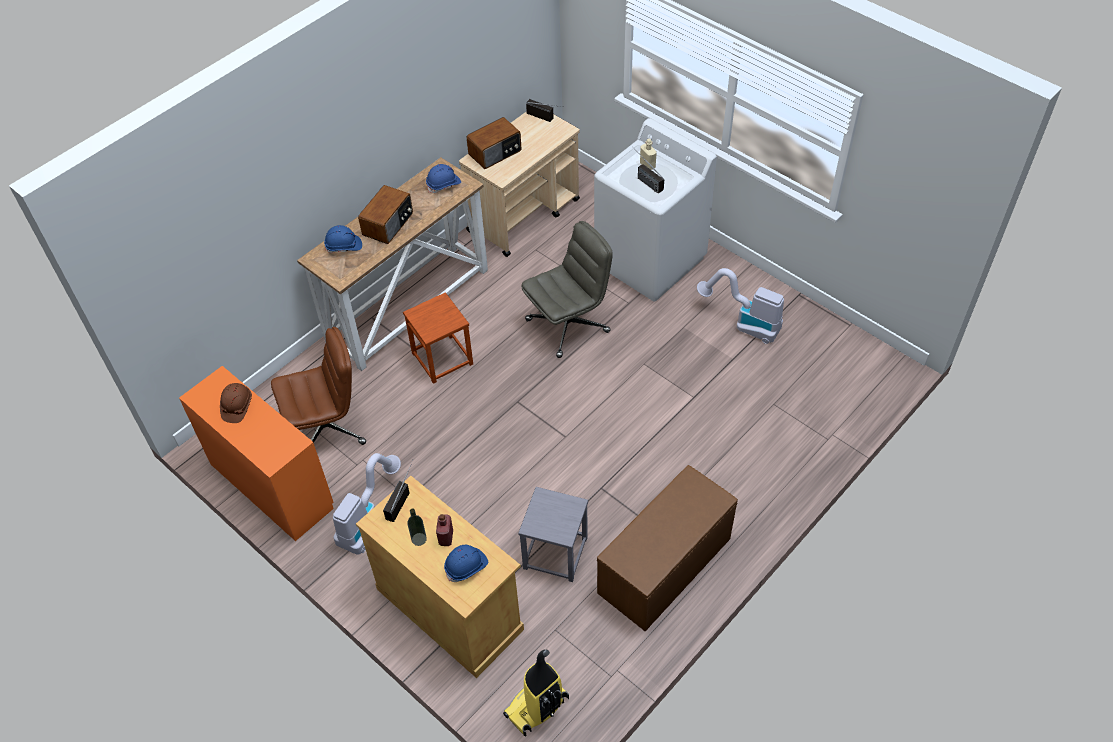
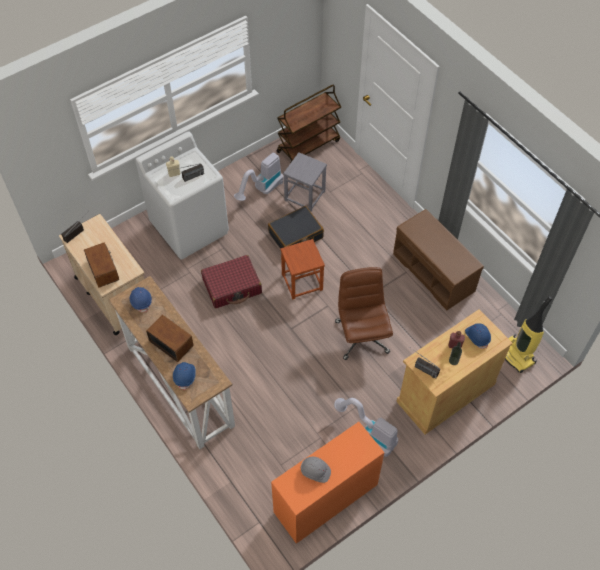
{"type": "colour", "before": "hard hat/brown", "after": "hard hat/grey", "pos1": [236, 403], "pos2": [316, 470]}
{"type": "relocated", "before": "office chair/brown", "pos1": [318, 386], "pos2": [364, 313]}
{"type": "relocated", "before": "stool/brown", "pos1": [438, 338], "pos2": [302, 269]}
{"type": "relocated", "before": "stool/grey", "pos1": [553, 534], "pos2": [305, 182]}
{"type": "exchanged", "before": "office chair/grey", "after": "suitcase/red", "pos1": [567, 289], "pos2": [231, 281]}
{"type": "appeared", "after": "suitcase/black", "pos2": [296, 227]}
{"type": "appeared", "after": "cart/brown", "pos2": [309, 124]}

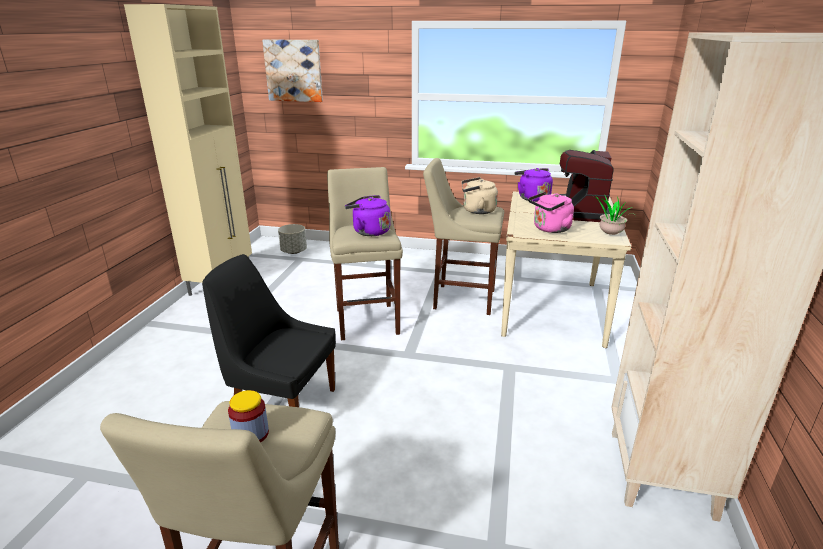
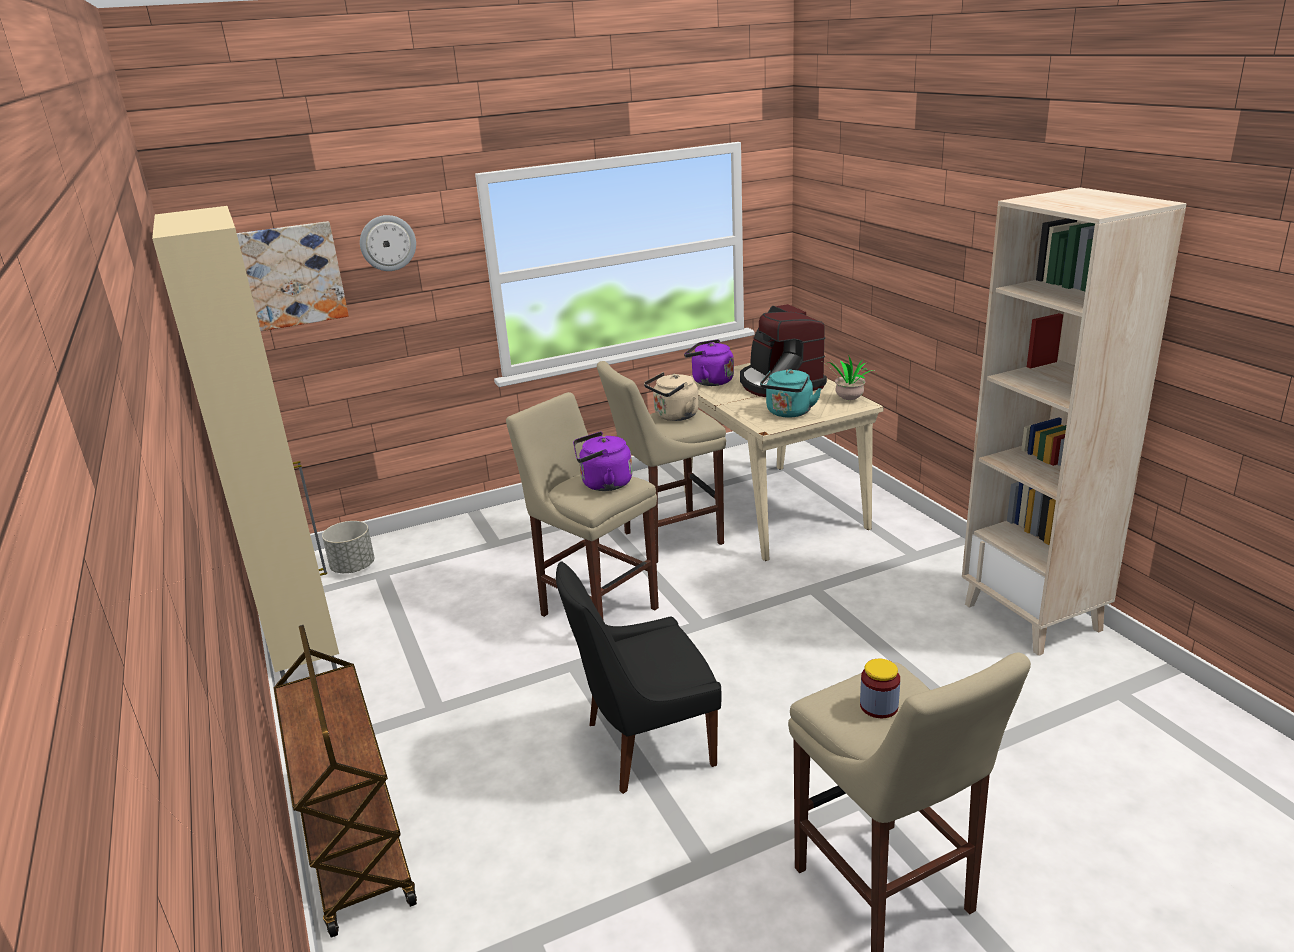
{"type": "colour", "before": "kettle/pink", "after": "kettle/turquoise", "pos1": [551, 212], "pos2": [790, 393]}
{"type": "appeared", "after": "cart/brown", "pos2": [345, 781]}
{"type": "appeared", "after": "wall clock", "pos2": [388, 243]}

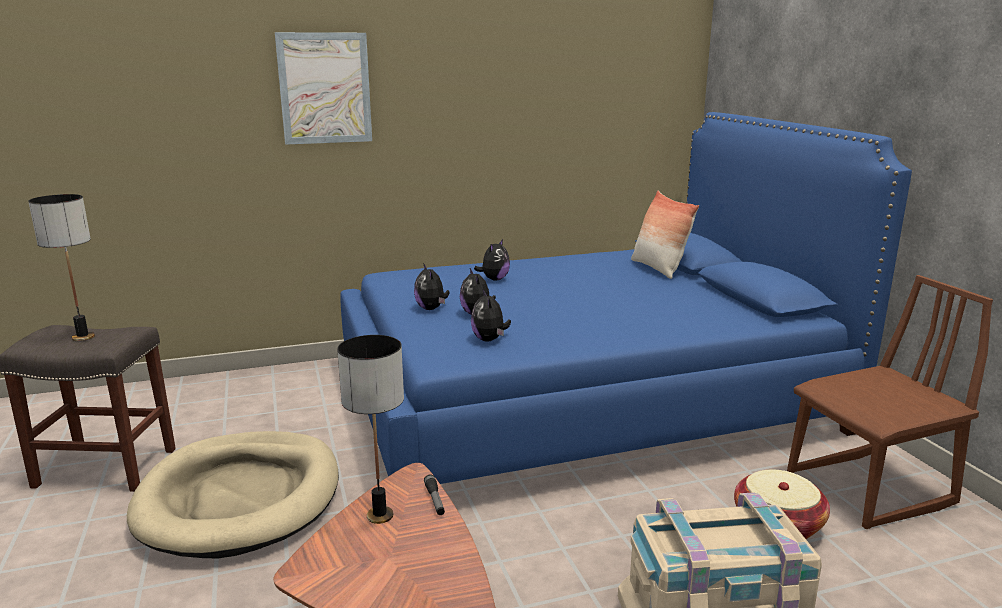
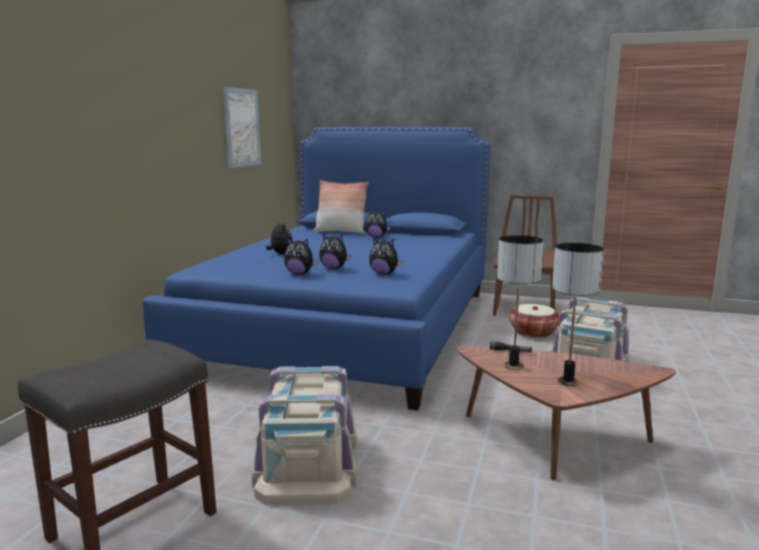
{"type": "relocated", "before": "table lamp", "pos1": [61, 267], "pos2": [578, 314]}
{"type": "exchanged", "before": "dog bed/beige", "after": "storage box/beige", "pos1": [233, 494], "pos2": [304, 435]}
{"type": "relocated", "before": "picture", "pos1": [323, 88], "pos2": [242, 127]}
{"type": "appeared", "after": "plush toy", "pos2": [378, 224]}

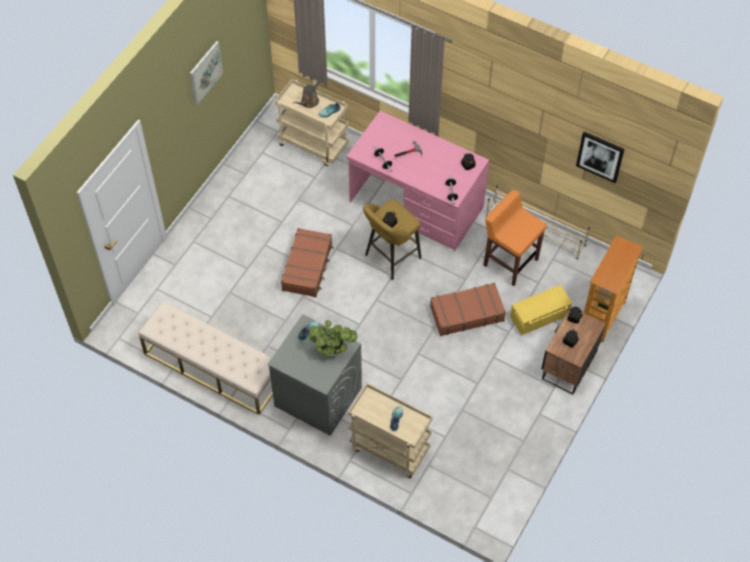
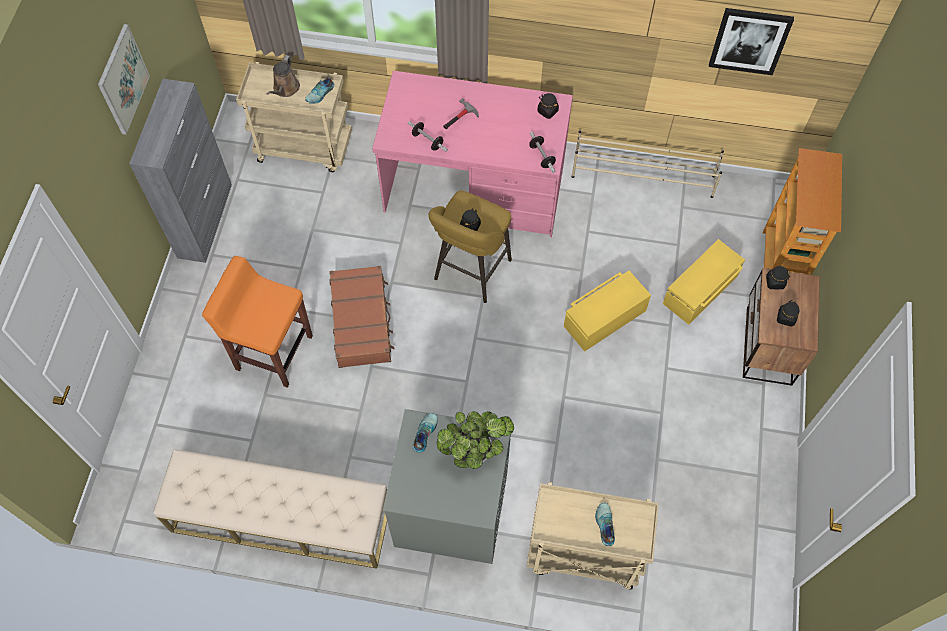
{"type": "exchanged", "before": "suitcase/brown", "after": "storage box/yellow", "pos1": [468, 309], "pos2": [607, 311]}
{"type": "relocated", "before": "stool/orange", "pos1": [514, 238], "pos2": [257, 322]}
{"type": "appeared", "after": "cabinet/grey", "pos2": [180, 171]}

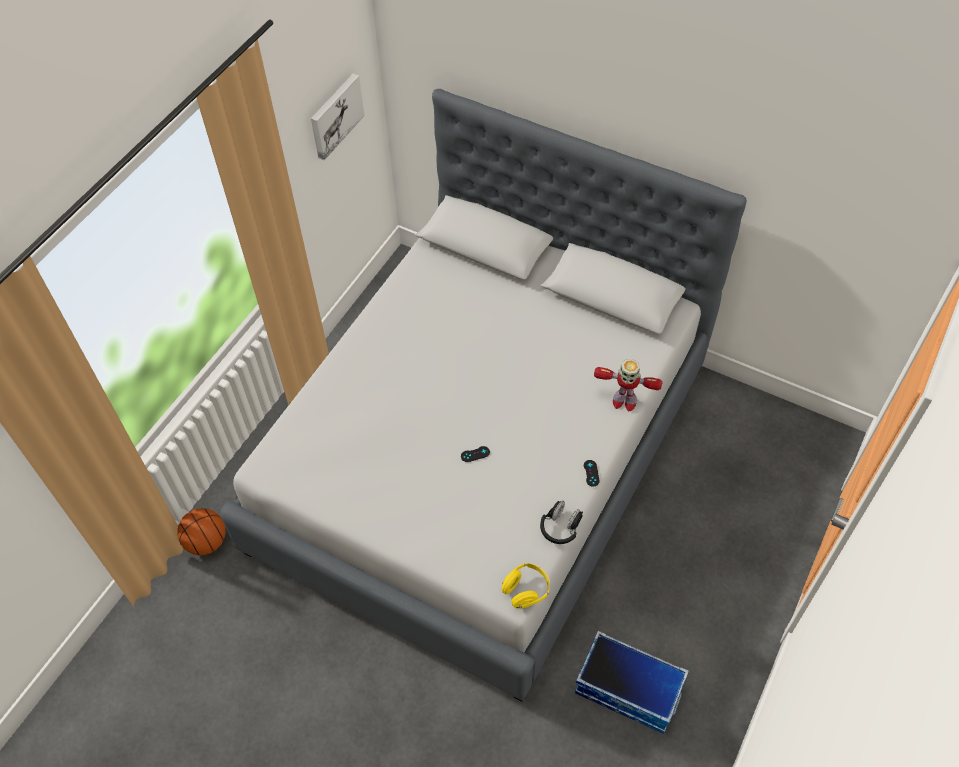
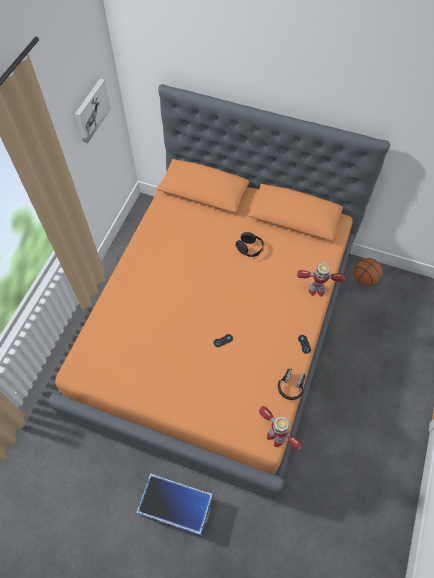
{"type": "relocated", "before": "basketball", "pos1": [201, 531], "pos2": [368, 272]}
{"type": "colour", "before": "bed/grey", "after": "bed/orange", "pos1": [483, 395], "pos2": [219, 292]}
{"type": "exchanged", "before": "headphones/yellow", "after": "toy robot", "pos1": [525, 586], "pos2": [280, 428]}
{"type": "relocated", "before": "storage box", "pos1": [632, 682], "pos2": [174, 504]}
{"type": "appeared", "after": "headphones/black", "pos2": [249, 244]}

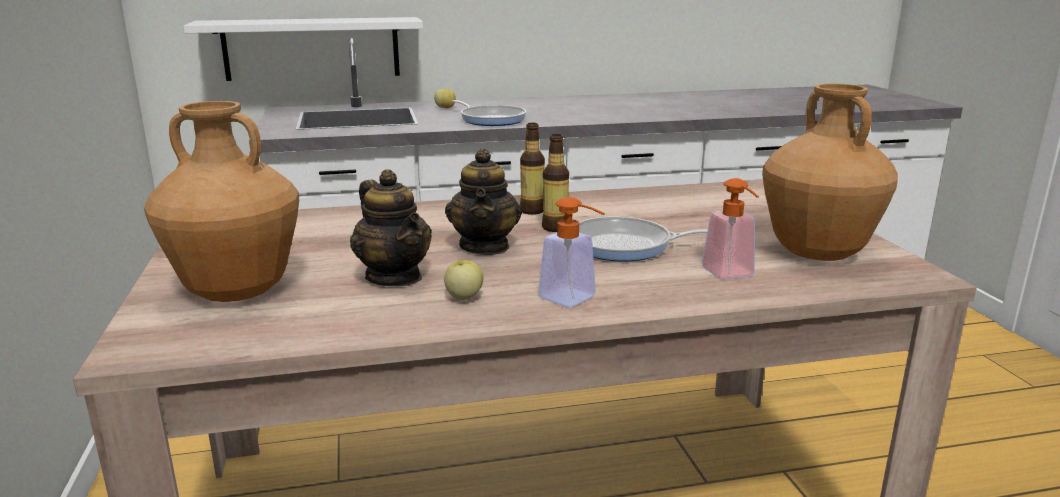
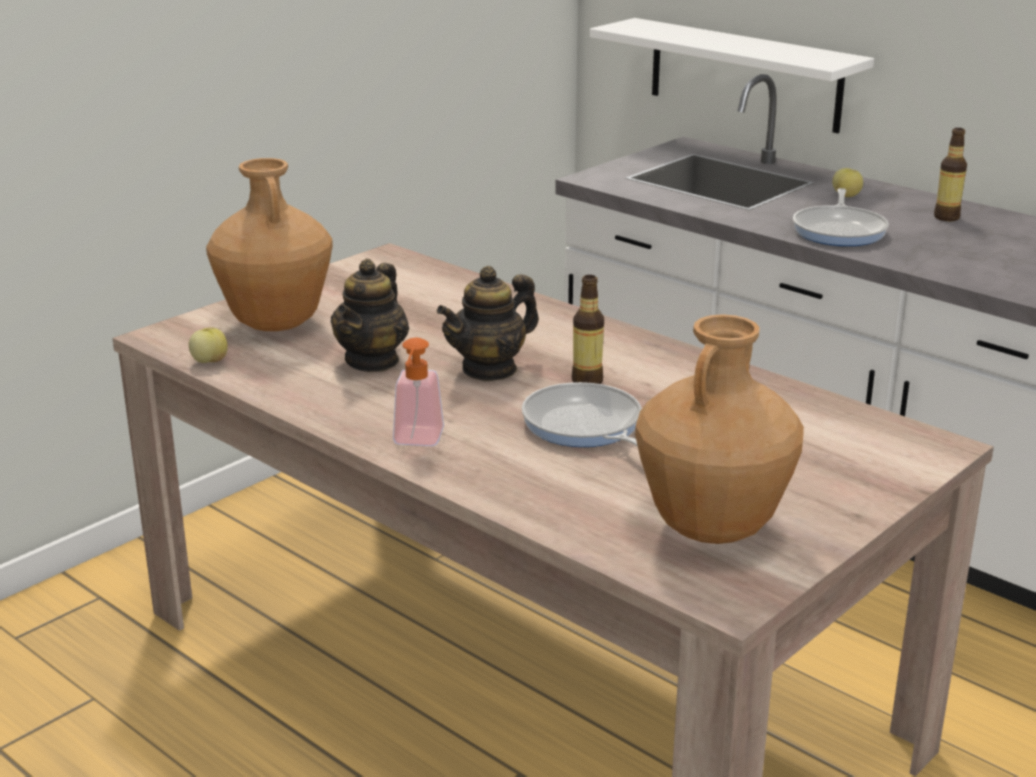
{"type": "relocated", "before": "apple", "pos1": [463, 280], "pos2": [208, 345]}
{"type": "relocated", "before": "bottle", "pos1": [532, 169], "pos2": [950, 174]}
{"type": "missing", "before": "soap dispenser", "pos1": [730, 228]}

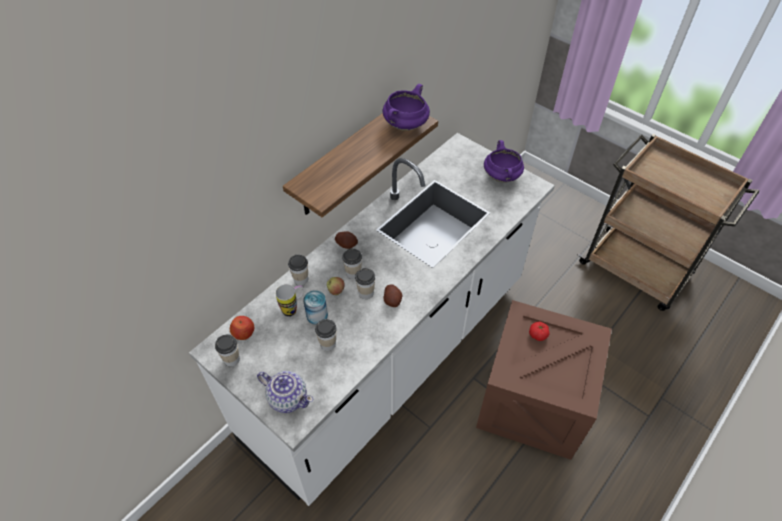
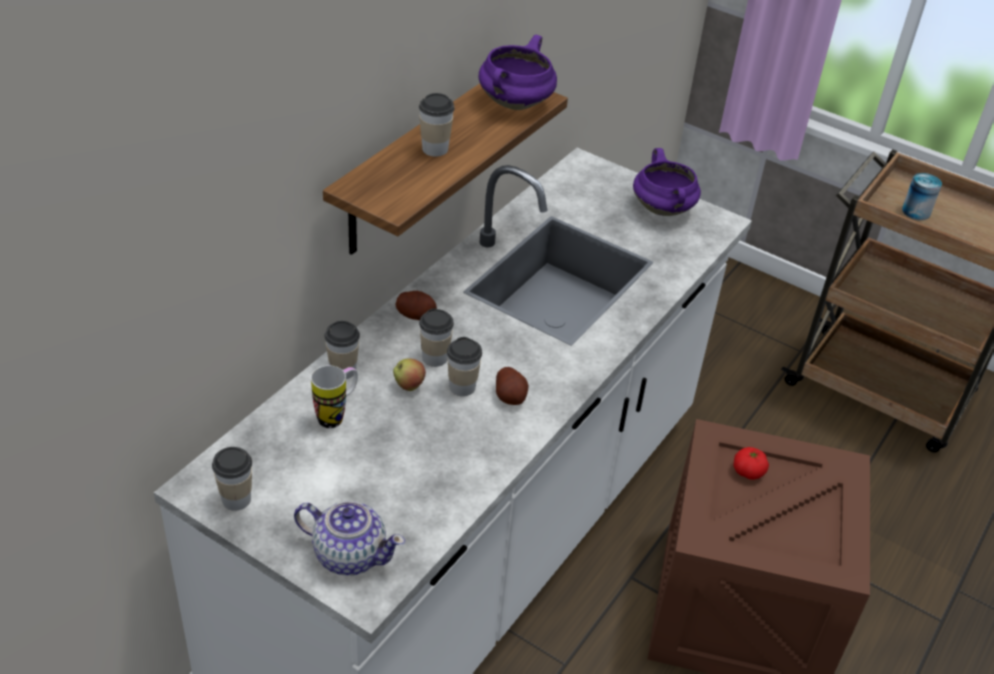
{"type": "missing", "before": "apple", "pos1": [242, 328]}
{"type": "relocated", "before": "can", "pos1": [315, 307], "pos2": [922, 196]}
{"type": "relocated", "before": "cup", "pos1": [326, 335], "pos2": [437, 124]}

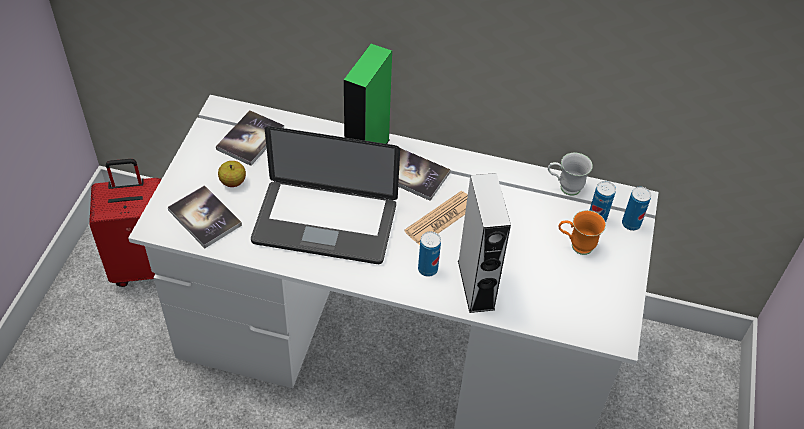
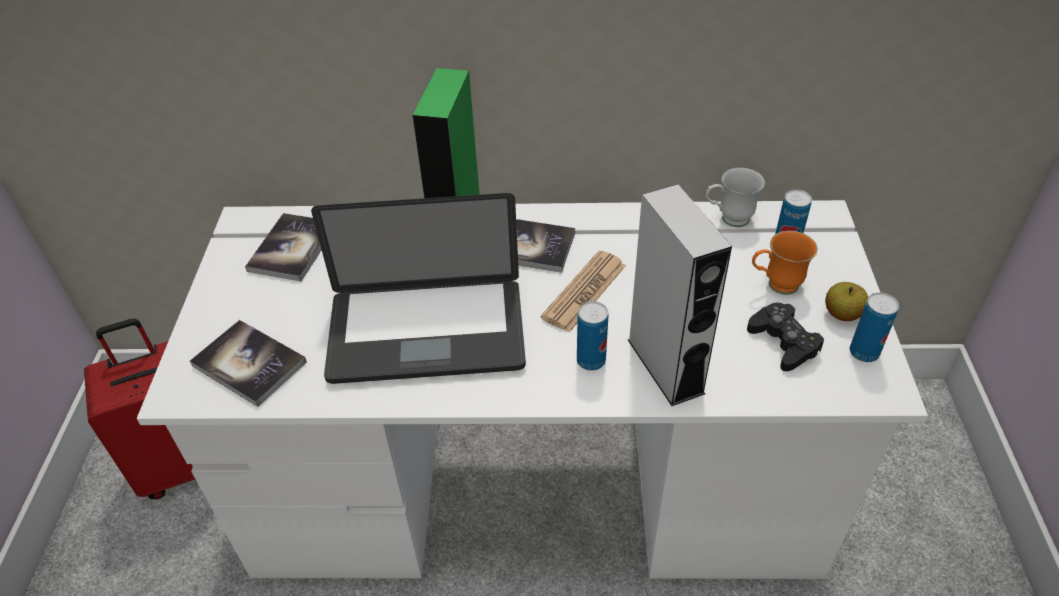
{"type": "relocated", "before": "apple", "pos1": [232, 174], "pos2": [846, 301]}
{"type": "relocated", "before": "can", "pos1": [636, 209], "pos2": [874, 327]}
{"type": "appeared", "after": "game controller/black", "pos2": [785, 337]}

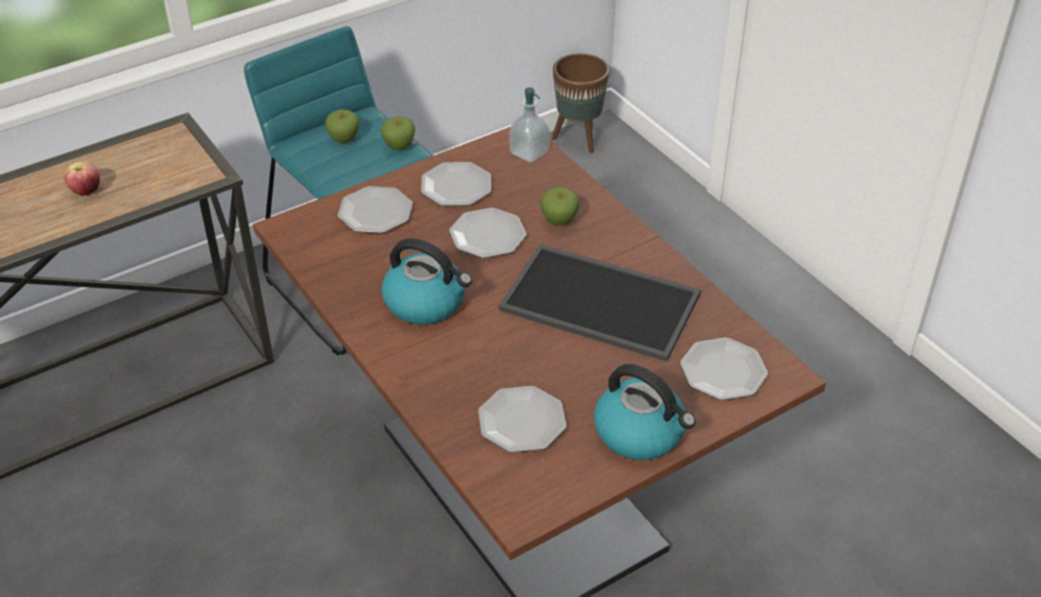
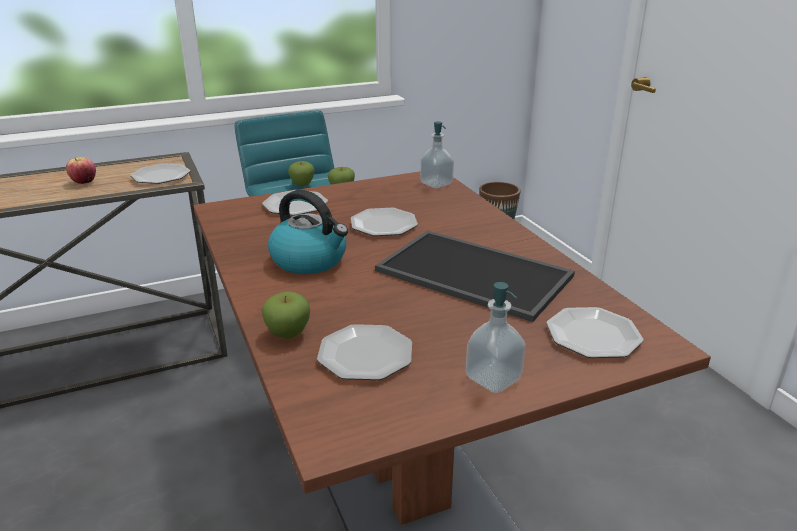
{"type": "relocated", "before": "plate", "pos1": [456, 184], "pos2": [160, 173]}
{"type": "relocated", "before": "apple", "pos1": [559, 206], "pos2": [286, 315]}
{"type": "exchanged", "before": "kettle", "after": "soap dispenser", "pos1": [645, 412], "pos2": [496, 337]}

